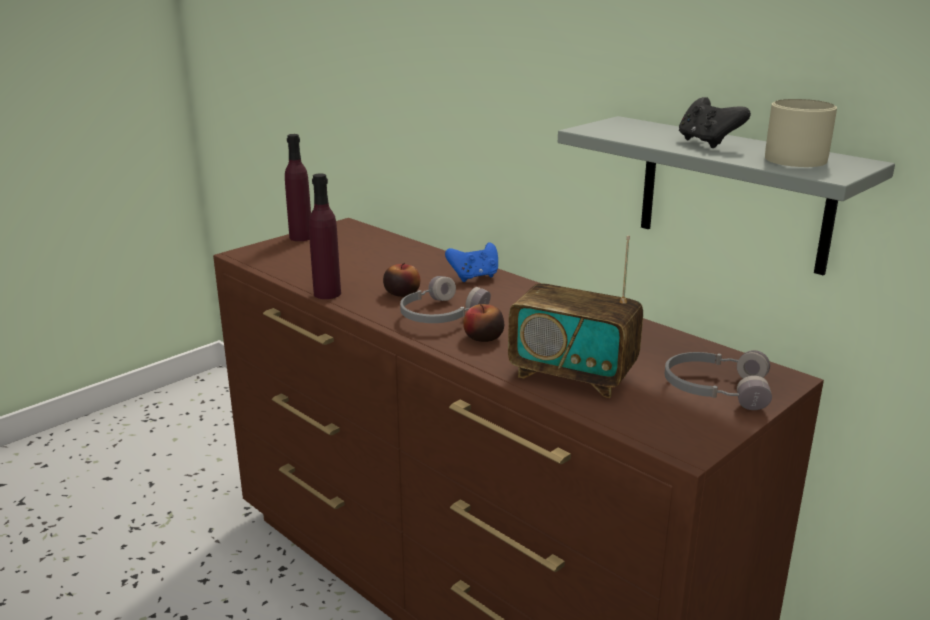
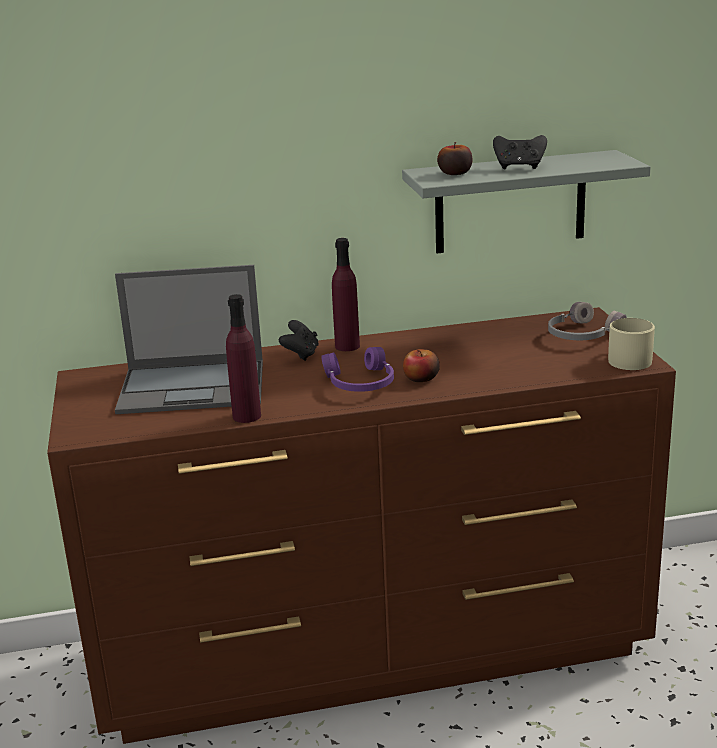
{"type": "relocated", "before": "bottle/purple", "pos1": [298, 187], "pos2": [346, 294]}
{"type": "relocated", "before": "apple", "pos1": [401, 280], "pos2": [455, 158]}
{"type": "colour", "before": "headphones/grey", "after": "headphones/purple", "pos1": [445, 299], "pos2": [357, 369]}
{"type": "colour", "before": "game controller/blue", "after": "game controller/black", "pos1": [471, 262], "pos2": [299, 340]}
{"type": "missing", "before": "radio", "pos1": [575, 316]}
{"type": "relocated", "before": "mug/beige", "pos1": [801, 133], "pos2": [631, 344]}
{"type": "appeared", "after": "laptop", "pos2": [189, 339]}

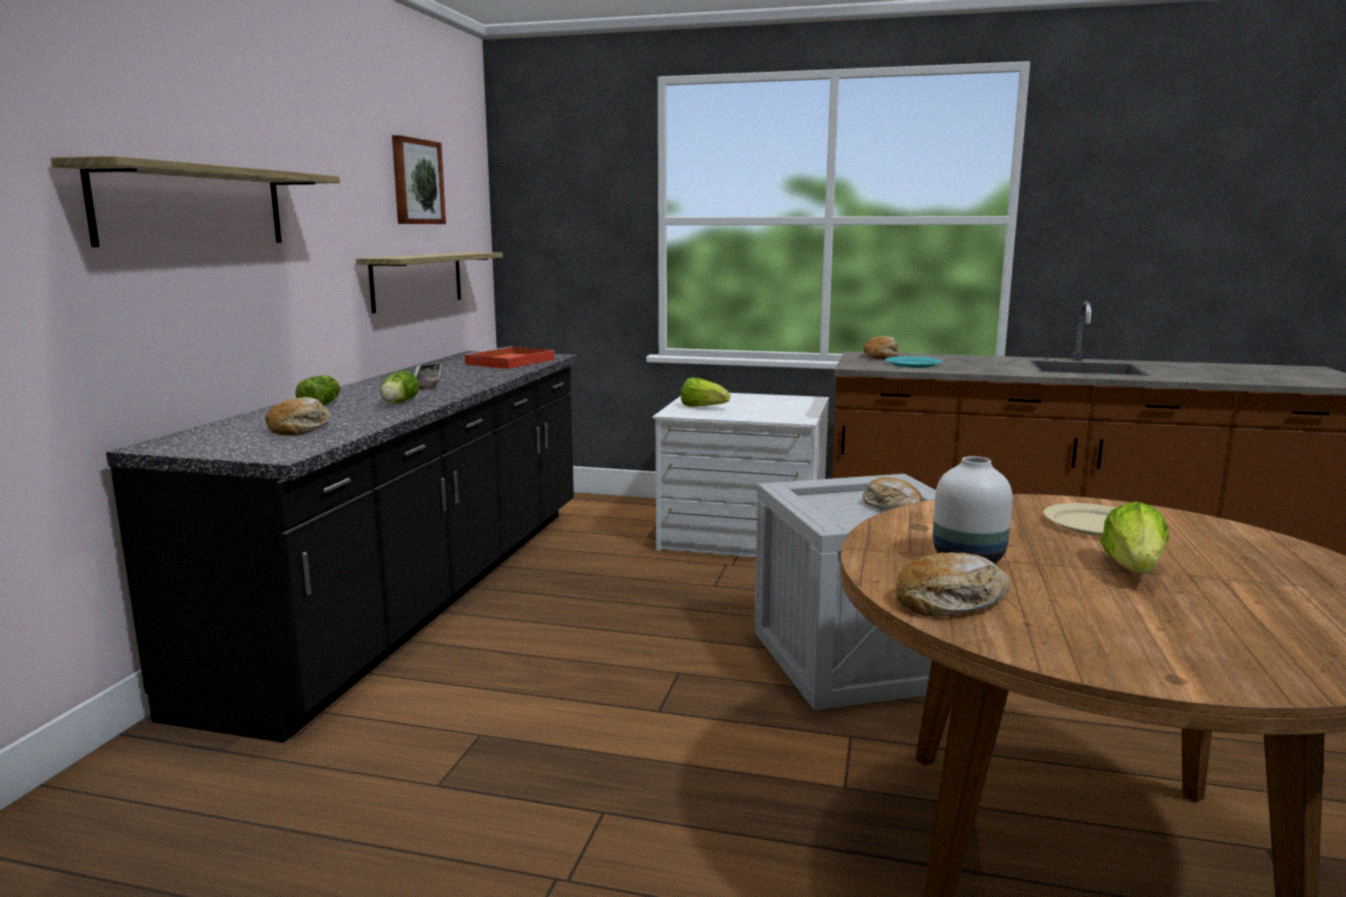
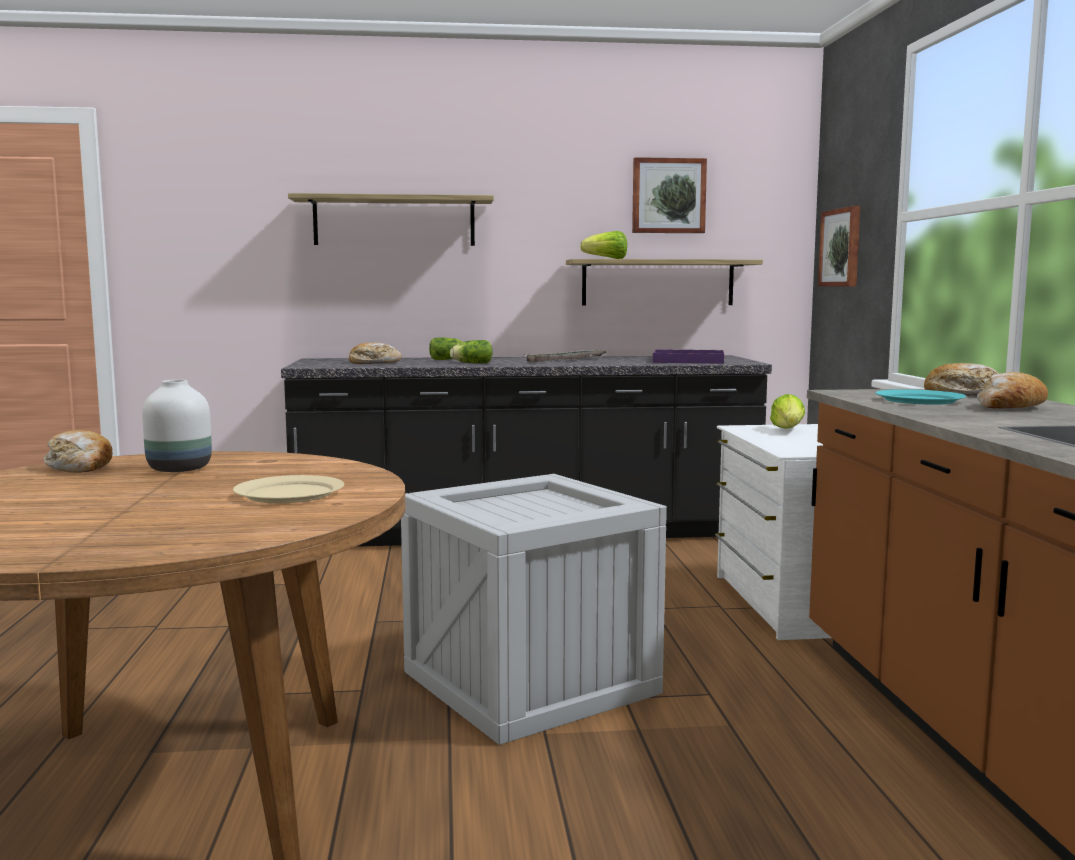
{"type": "colour", "before": "tray/red", "after": "tray/purple", "pos1": [509, 357], "pos2": [688, 356]}
{"type": "relocated", "before": "bread", "pos1": [892, 494], "pos2": [1012, 390]}
{"type": "relocated", "before": "lettuce", "pos1": [1134, 537], "pos2": [603, 245]}
{"type": "appeared", "after": "picture", "pos2": [839, 246]}

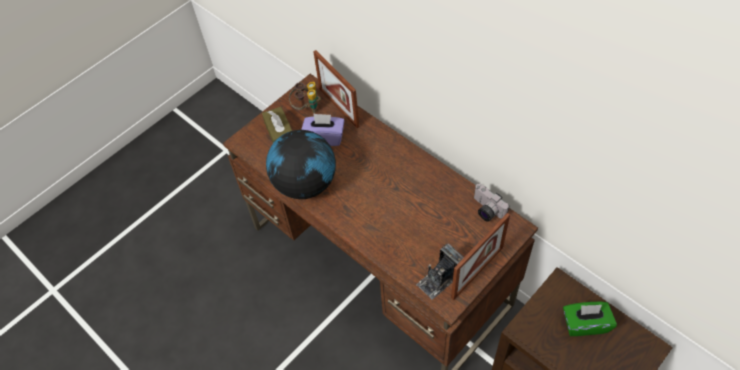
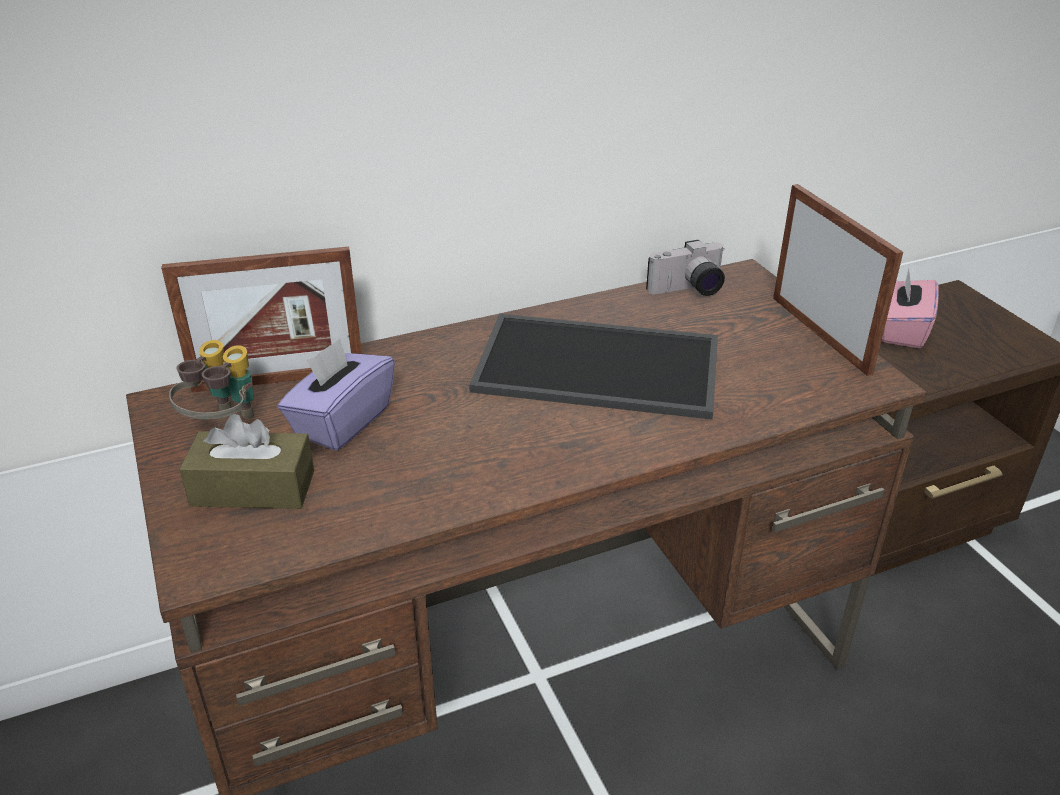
{"type": "missing", "before": "globe", "pos1": [301, 164]}
{"type": "missing", "before": "photo camera", "pos1": [440, 271]}
{"type": "colour", "before": "tissue box/green", "after": "tissue box/pink", "pos1": [590, 319], "pos2": [910, 308]}
{"type": "appeared", "after": "tray", "pos2": [593, 367]}

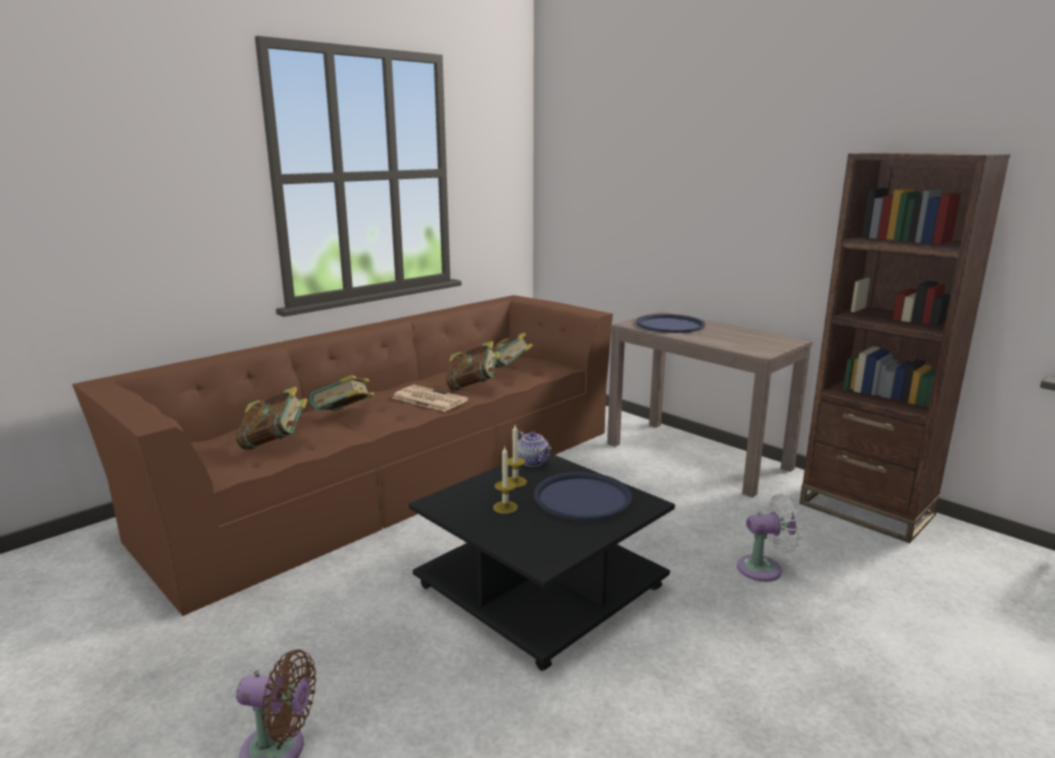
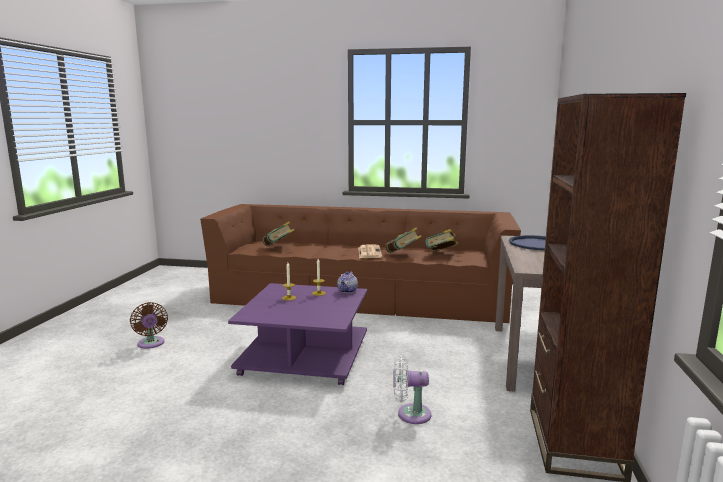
{"type": "missing", "before": "book", "pos1": [342, 393]}
{"type": "colour", "before": "coffee table/black", "after": "coffee table/purple", "pos1": [542, 562], "pos2": [297, 334]}
{"type": "missing", "before": "tray/blue", "pos1": [583, 496]}
{"type": "spun", "before": "fan/white", "pos1": [770, 538], "pos2": [413, 390], "turn": 135}

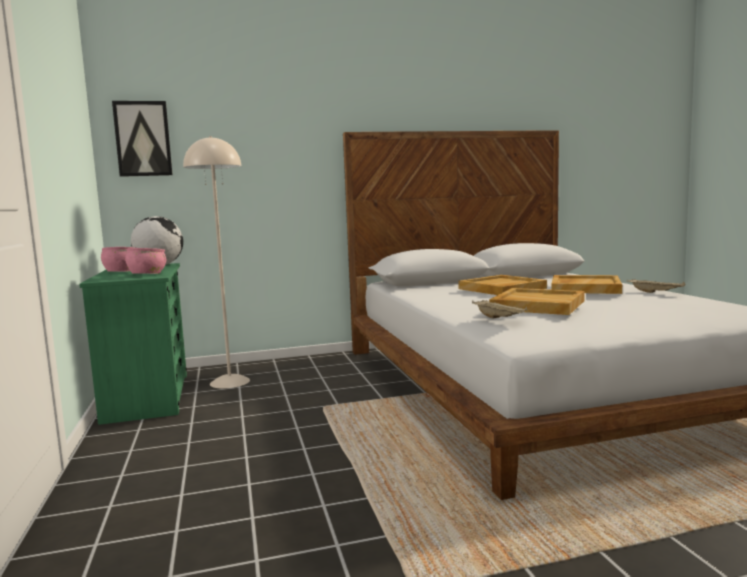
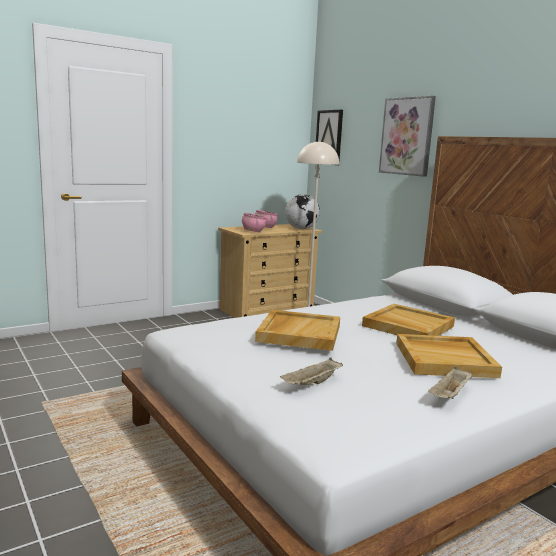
{"type": "colour", "before": "dresser/green", "after": "dresser/beige", "pos1": [133, 344], "pos2": [270, 271]}
{"type": "relocated", "before": "tray/beige", "pos1": [500, 309], "pos2": [311, 371]}
{"type": "appeared", "after": "picture", "pos2": [407, 136]}

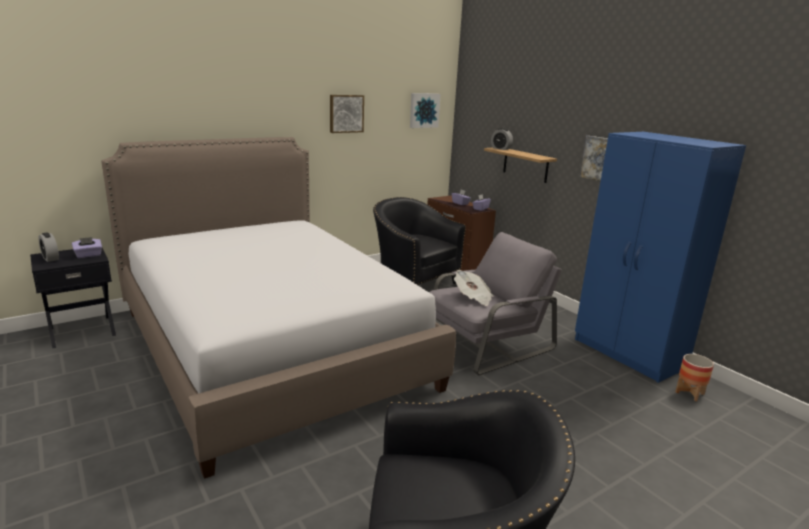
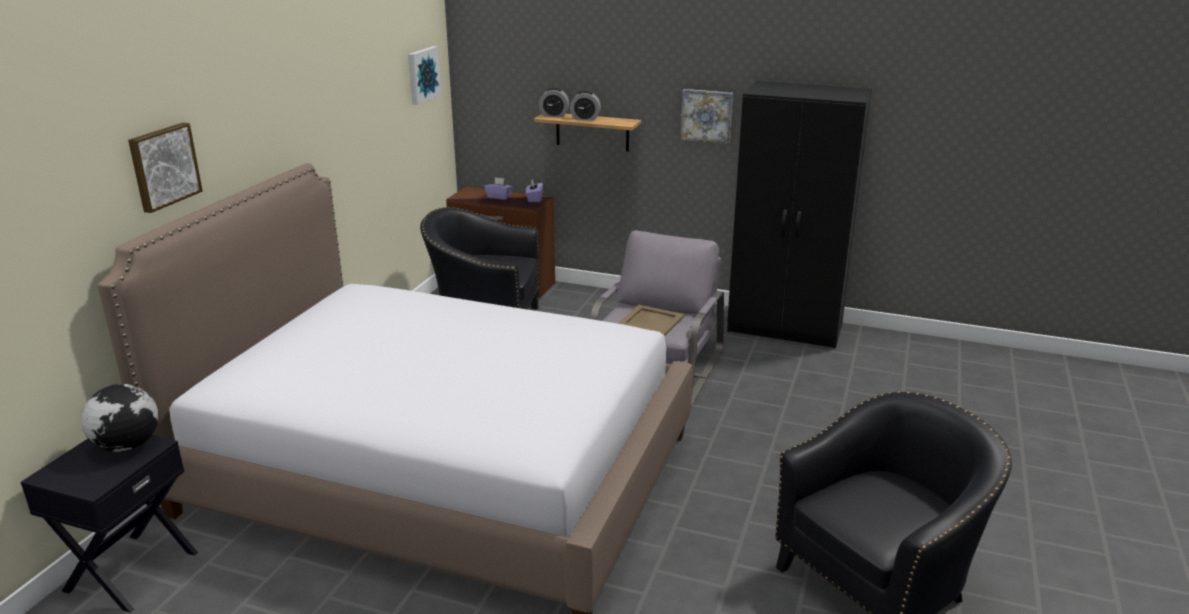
{"type": "relocated", "before": "alarm clock", "pos1": [49, 247], "pos2": [585, 105]}
{"type": "exchanged", "before": "tissue box/purple", "after": "globe", "pos1": [87, 247], "pos2": [120, 418]}
{"type": "relocated", "before": "picture", "pos1": [347, 114], "pos2": [165, 168]}
{"type": "exchanged", "before": "newspaper", "after": "tray/beige", "pos1": [474, 288], "pos2": [651, 320]}
{"type": "colour", "before": "wardrobe/blue", "after": "wardrobe/black", "pos1": [660, 257], "pos2": [799, 214]}
{"type": "missing", "before": "planter", "pos1": [694, 377]}

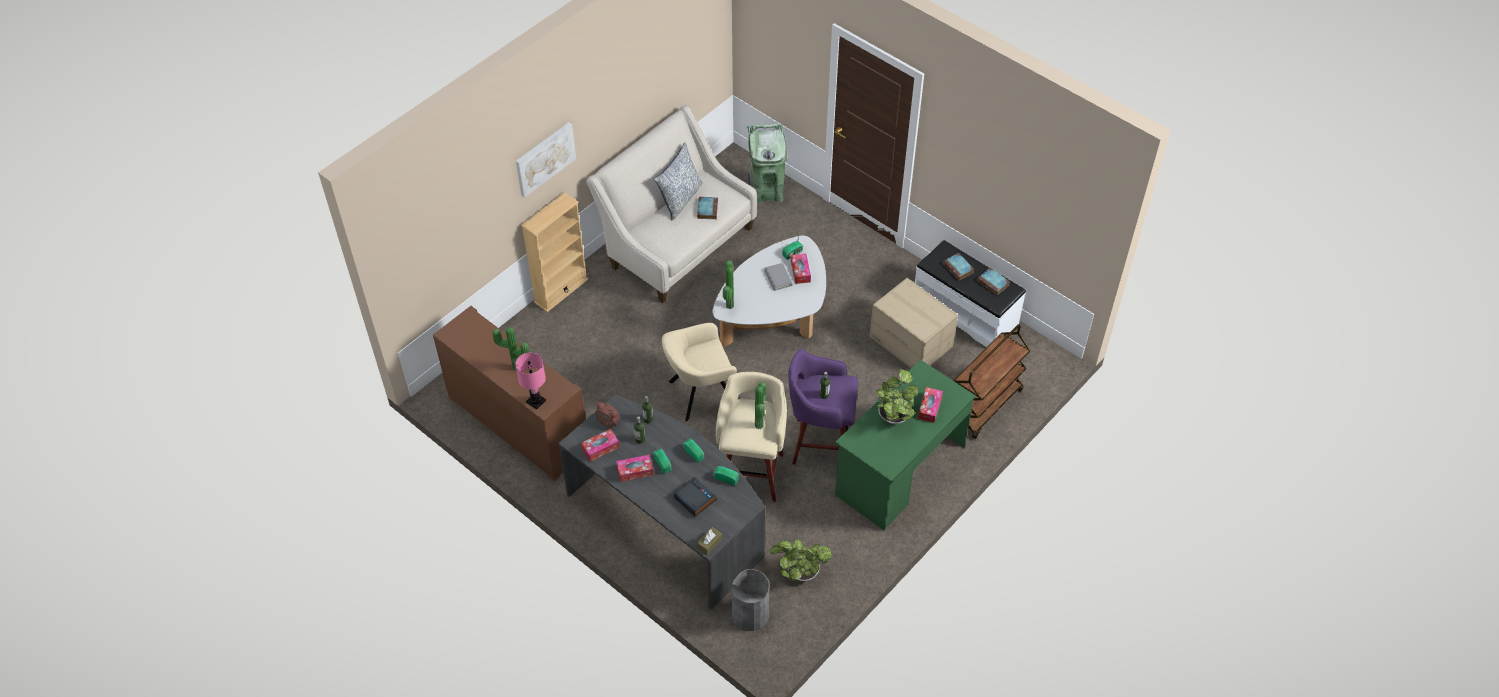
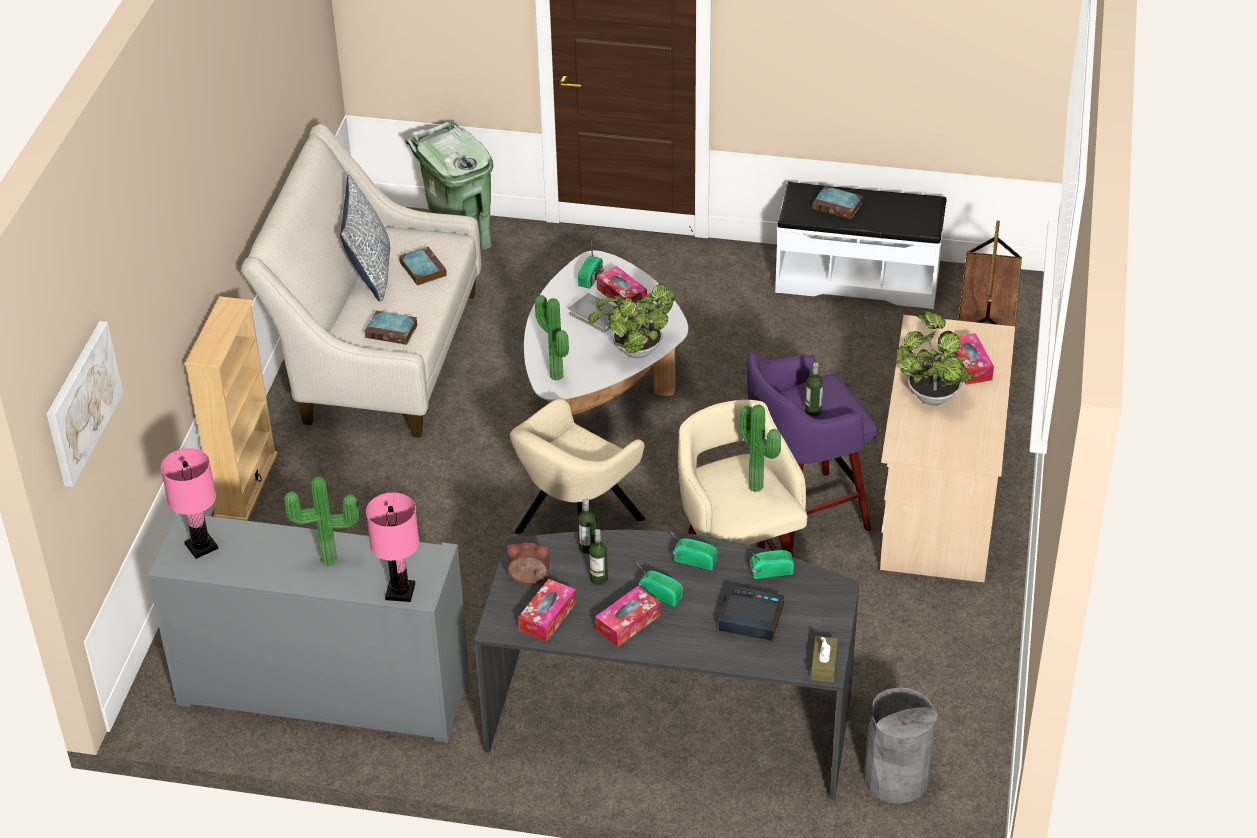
{"type": "colour", "before": "cabinet/brown", "after": "cabinet/grey", "pos1": [509, 393], "pos2": [308, 628]}
{"type": "relocated", "before": "picture", "pos1": [546, 160], "pos2": [85, 404]}
{"type": "relocated", "before": "potted plant", "pos1": [801, 560], "pos2": [631, 321]}
{"type": "colour", "before": "desk/green", "after": "desk/beige", "pos1": [905, 444], "pos2": [947, 449]}
{"type": "missing", "before": "cardboard box", "pos1": [914, 323]}
{"type": "relocated", "before": "book", "pos1": [993, 282], "pos2": [391, 328]}
{"type": "appeared", "after": "table lamp/pink", "pos2": [189, 503]}

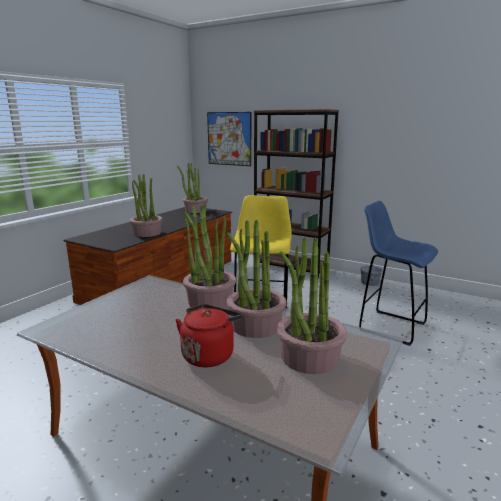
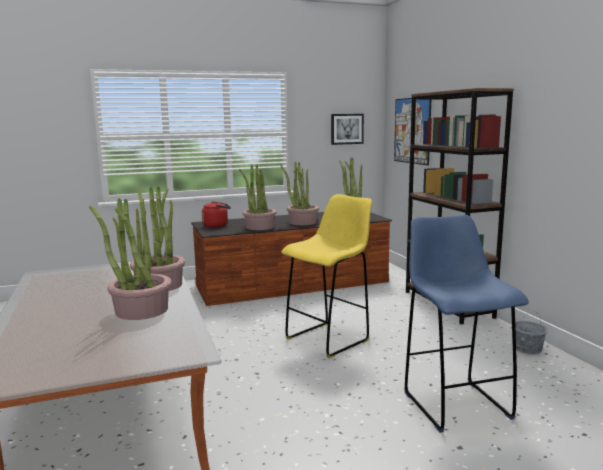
{"type": "relocated", "before": "kettle/red", "pos1": [209, 335], "pos2": [216, 214]}
{"type": "relocated", "before": "potted plant", "pos1": [312, 305], "pos2": [300, 193]}
{"type": "appeared", "after": "picture", "pos2": [347, 129]}

